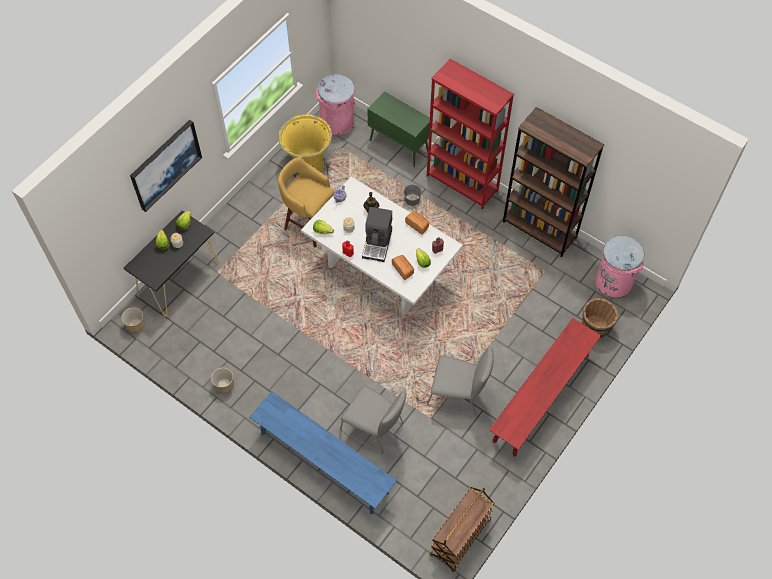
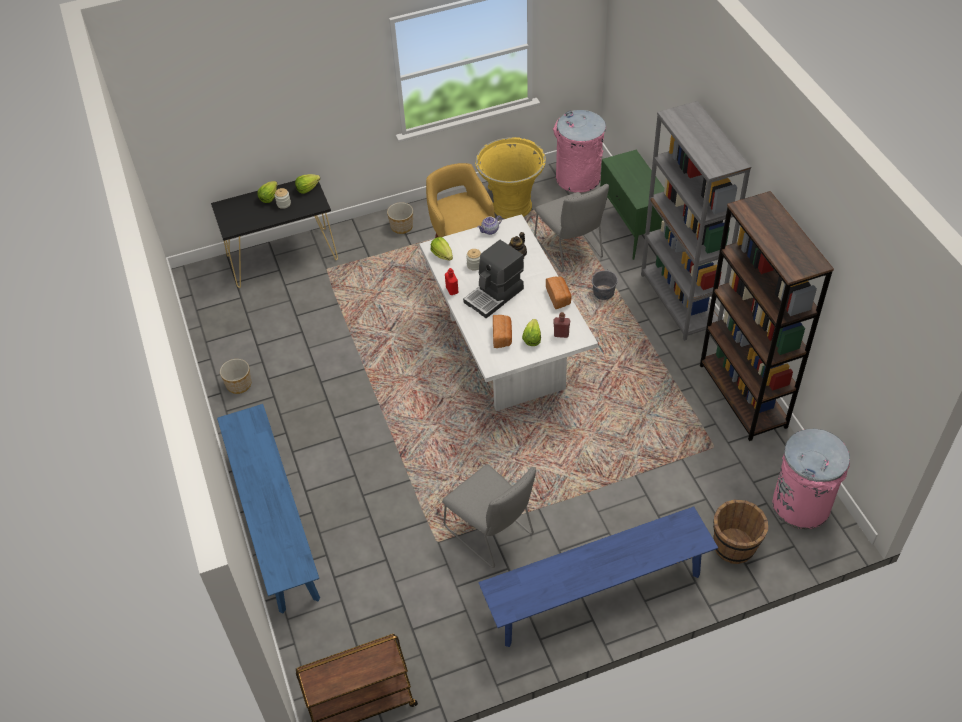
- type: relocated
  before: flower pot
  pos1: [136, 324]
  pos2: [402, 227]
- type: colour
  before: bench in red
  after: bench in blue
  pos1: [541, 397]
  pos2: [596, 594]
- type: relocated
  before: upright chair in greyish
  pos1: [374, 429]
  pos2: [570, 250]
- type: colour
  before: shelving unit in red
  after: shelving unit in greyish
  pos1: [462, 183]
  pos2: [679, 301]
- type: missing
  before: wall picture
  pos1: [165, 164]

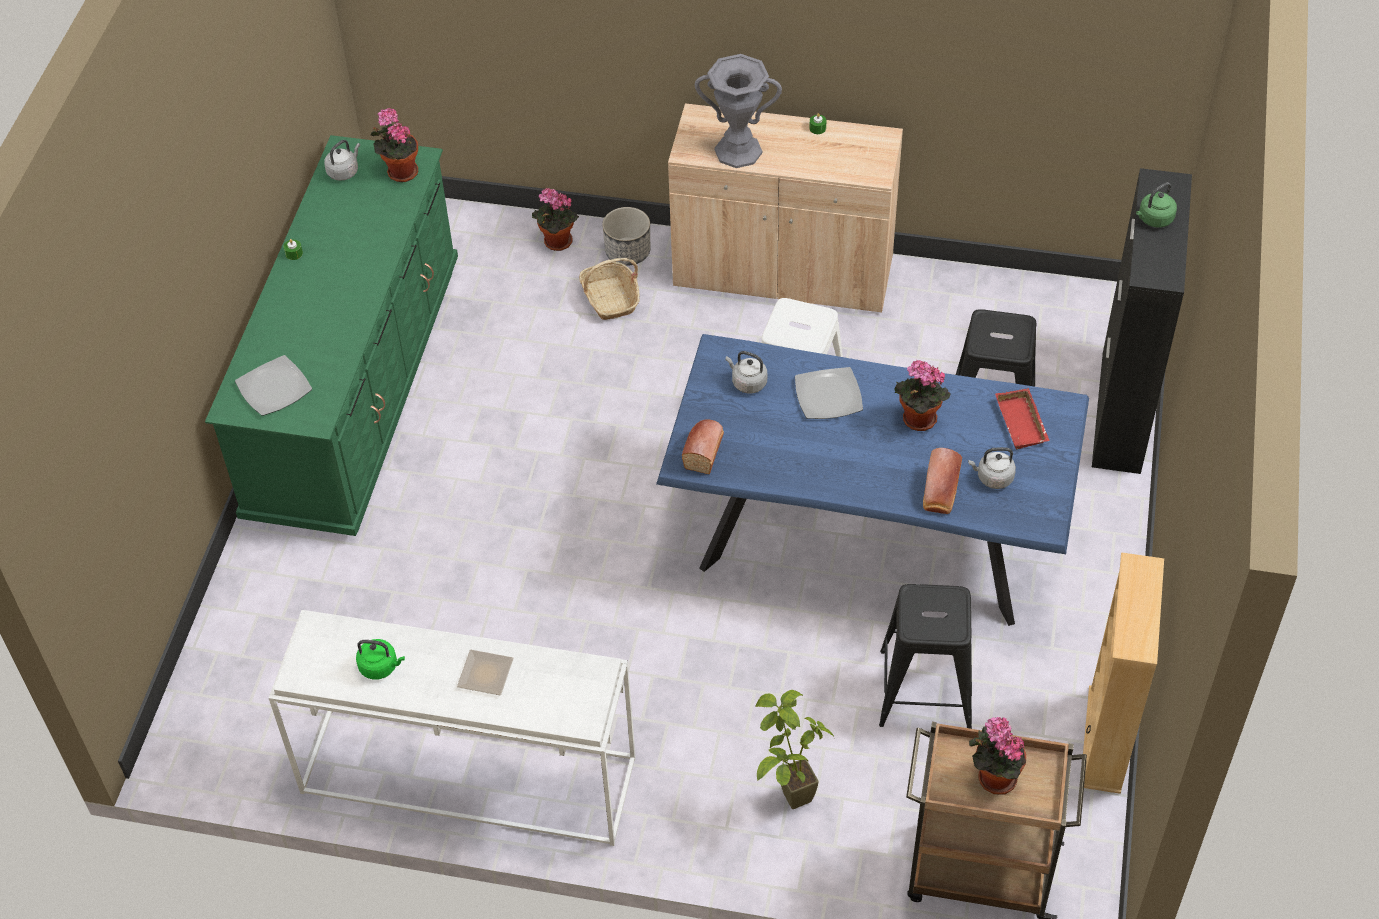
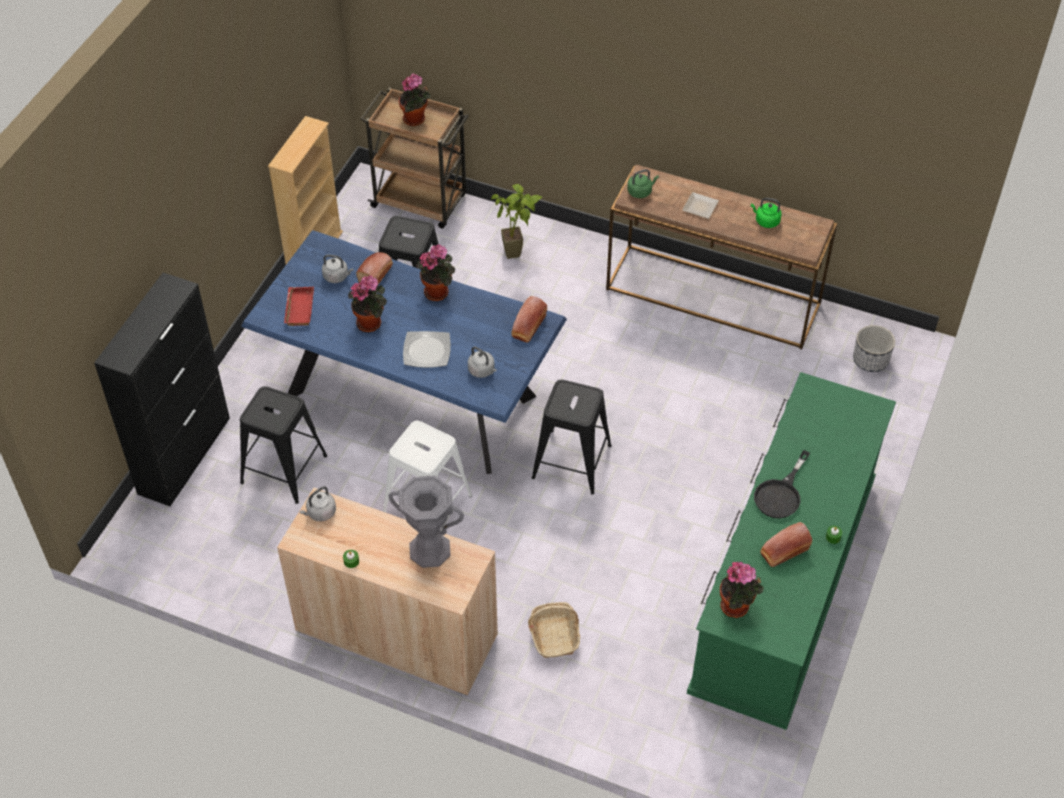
- type: relocated
  before: kettle in greyish
  pos1: [344, 171]
  pos2: [320, 513]
- type: relocated
  before: plant in a pot
  pos1: [556, 243]
  pos2: [438, 291]
- type: appeared
  after: stool in black-coloured
  pos2: [571, 461]
- type: colour
  before: console table in white-coloured
  after: console table in brown
  pos1: [466, 777]
  pos2: [714, 296]
- type: relocated
  before: kettle in green
  pos1: [1154, 219]
  pos2: [640, 192]
- type: appeared
  after: skillet in black-coloured
  pos2: [781, 494]
- type: appeared
  after: baked bread
  pos2: [783, 551]
- type: relocated
  before: flower pot
  pos1: [627, 252]
  pos2: [870, 360]
- type: missing
  before: flat dish
  pos1: [273, 388]

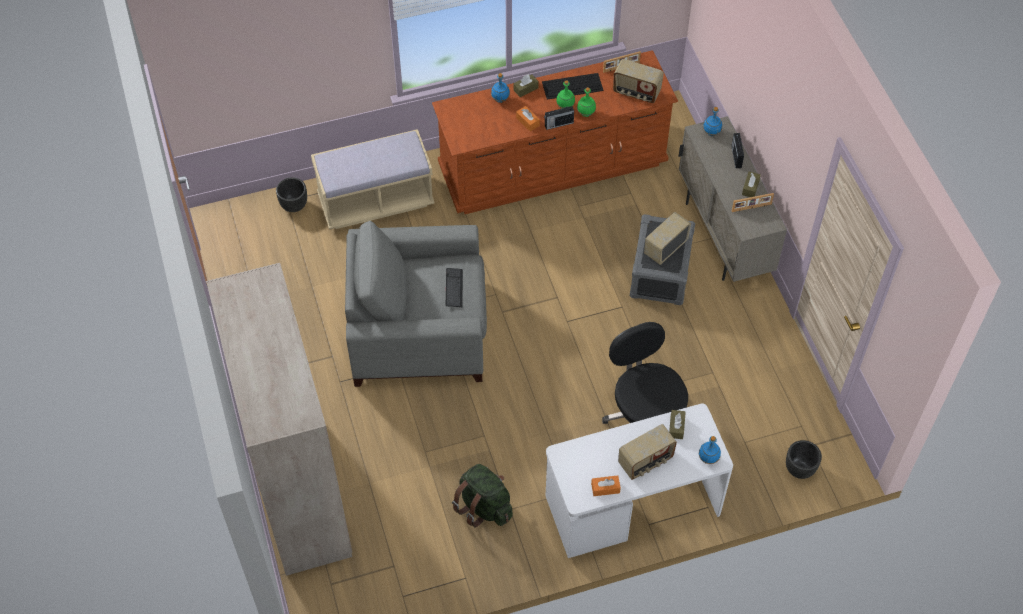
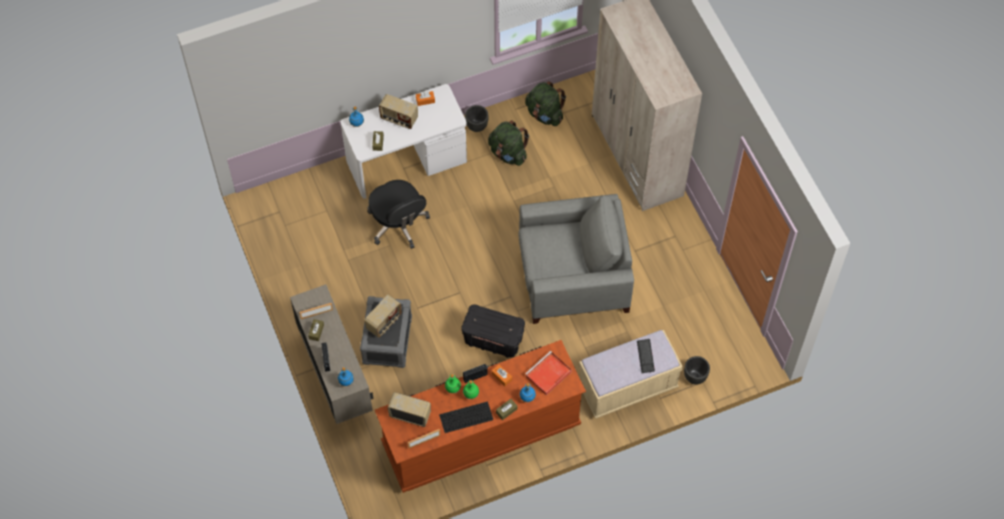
- type: spun
  before: radio
  pos1: [645, 461]
  pos2: [399, 119]
  turn: -120
- type: appeared
  after: storage box in black-coloured
  pos2: [493, 340]
- type: relocated
  before: flower pot in black-coloured
  pos1: [799, 469]
  pos2: [477, 126]
- type: appeared
  after: knapsack in green
  pos2: [545, 114]
- type: appeared
  after: carrying tray in red
  pos2: [548, 374]
- type: relocated
  before: keyboard
  pos1: [454, 288]
  pos2: [645, 356]

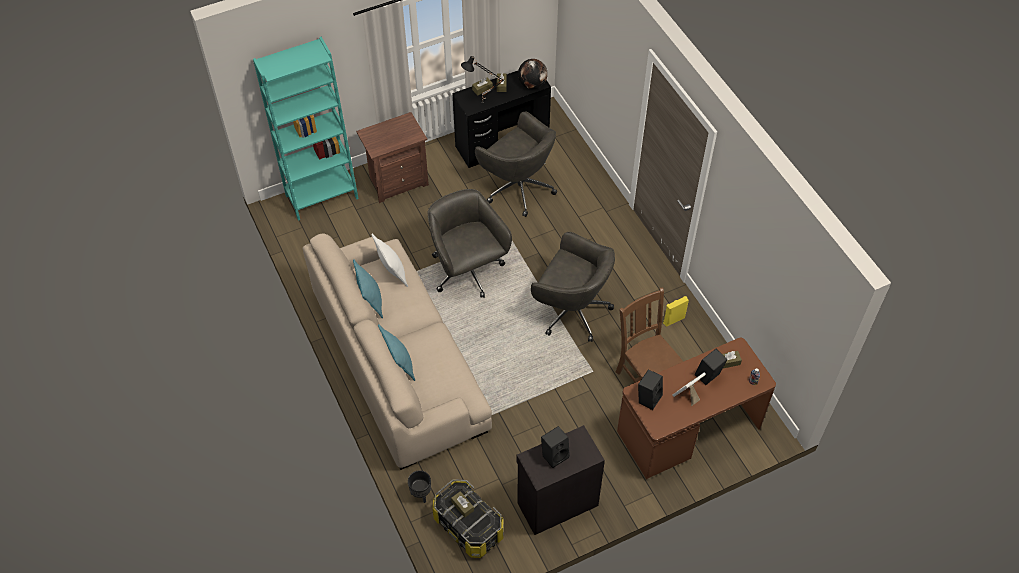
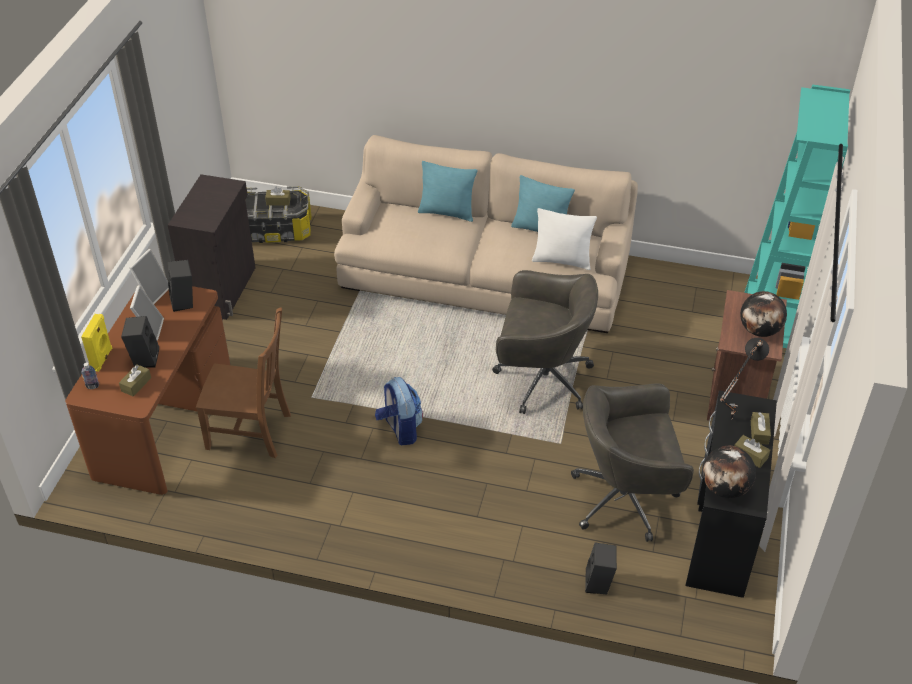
- type: relocated
  before: audio speaker in yellowish
  pos1: [673, 319]
  pos2: [102, 359]
- type: appeared
  after: standing frame
  pos2: [152, 293]
- type: exchanged
  before: desk chair in greyish
  after: knapsack
  pos1: [571, 310]
  pos2: [400, 429]
- type: relocated
  before: audio speaker in black-coloured
  pos1: [555, 454]
  pos2: [599, 583]
- type: appeared
  after: world globe
  pos2: [759, 330]
- type: missing
  before: flower pot in black-coloured
  pos1: [420, 494]

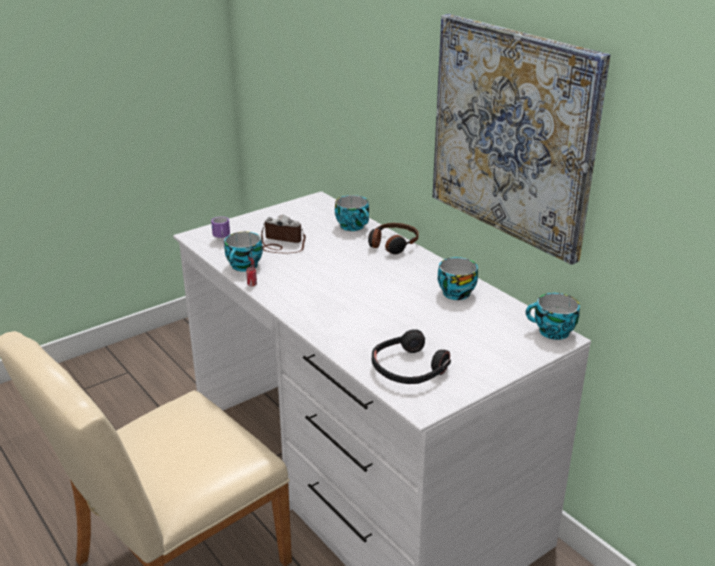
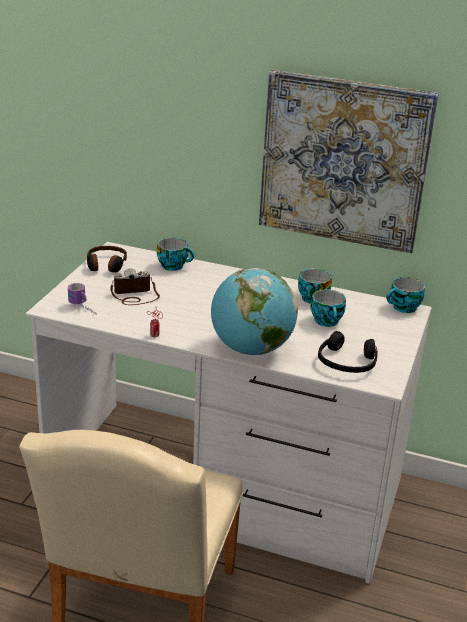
- type: relocated
  before: headphones
  pos1: [392, 245]
  pos2: [106, 265]
- type: appeared
  after: world globe
  pos2: [251, 349]
- type: relocated
  before: cup
  pos1: [244, 266]
  pos2: [327, 321]

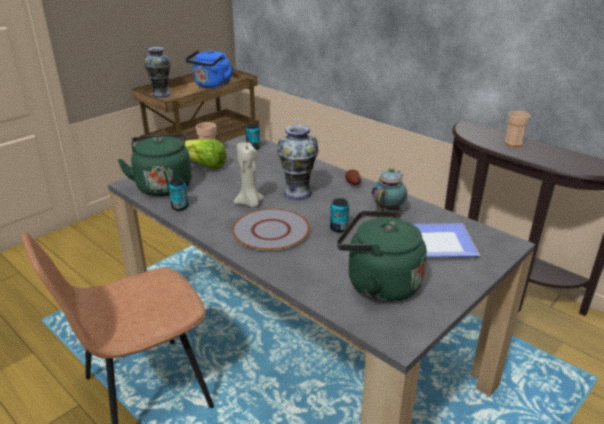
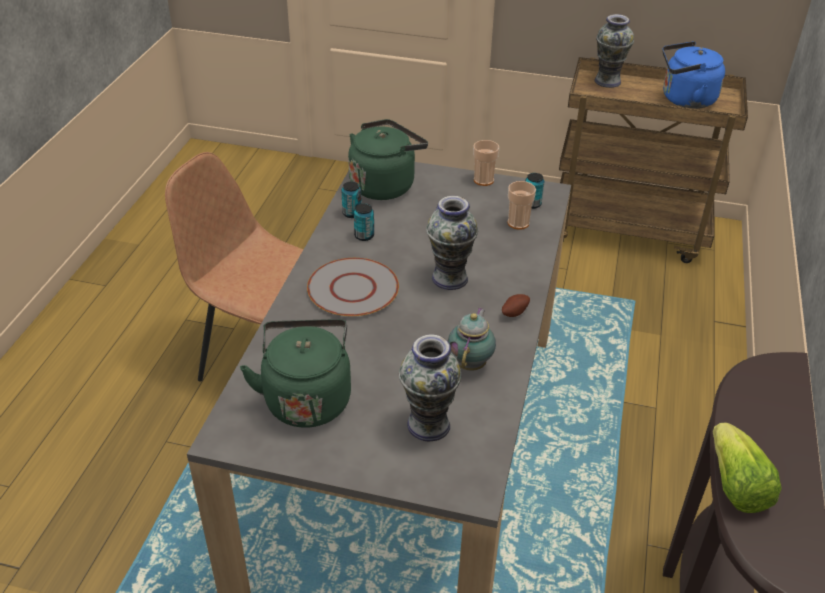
- type: relocated
  before: sealed can
  pos1: [338, 228]
  pos2: [364, 236]
- type: exchanged
  before: flat dish
  after: vase
  pos1: [438, 242]
  pos2: [429, 424]
- type: spun
  before: tea pot
  pos1: [388, 210]
  pos2: [471, 363]
  turn: -75
- type: relocated
  before: cup
  pos1: [513, 143]
  pos2: [518, 223]
- type: relocated
  before: head of lettuce
  pos1: [204, 166]
  pos2: [735, 485]
- type: missing
  before: wax candle in beige-coloured
  pos1: [250, 203]

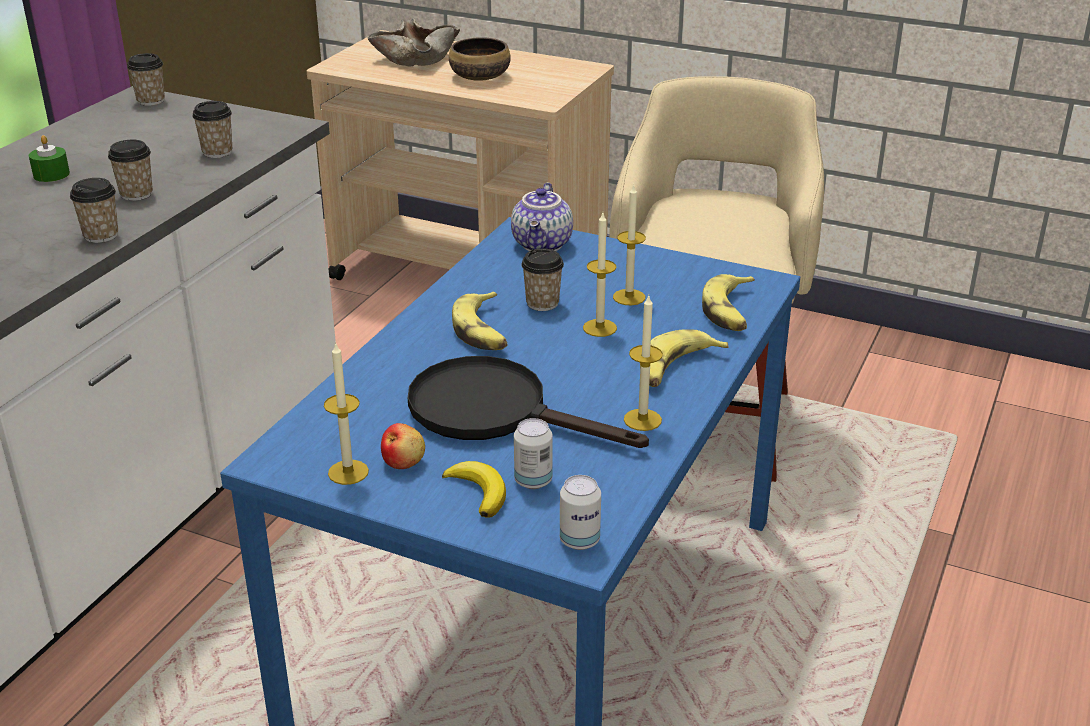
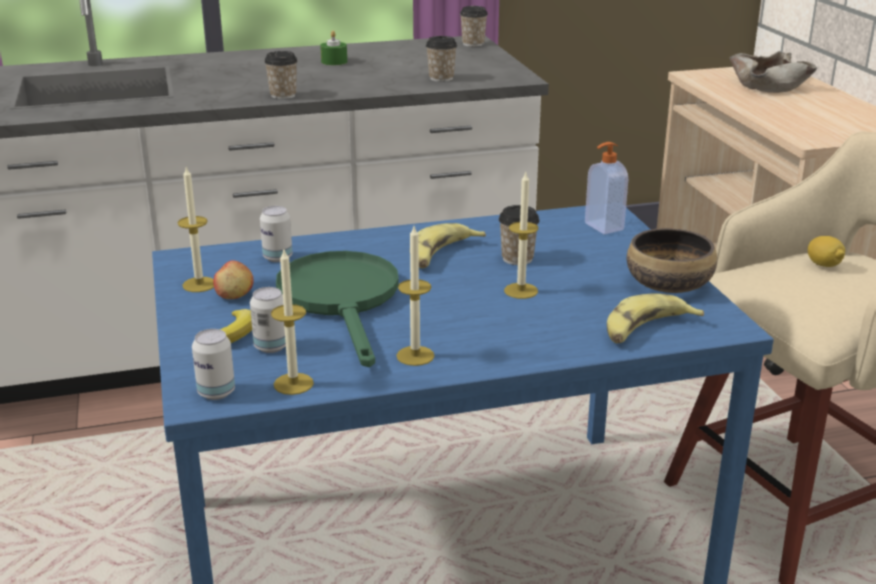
- type: appeared
  after: sealed can
  pos2: [277, 257]
- type: relocated
  before: wax candle
  pos1: [629, 297]
  pos2: [293, 384]
- type: colour
  before: skillet in black-coloured
  after: skillet in green
  pos1: [496, 411]
  pos2: [342, 300]
- type: exchanged
  before: tea pot
  after: liquid soap bottle
  pos1: [543, 245]
  pos2: [603, 227]
- type: relocated
  before: serving bowl
  pos1: [480, 76]
  pos2: [669, 284]
- type: appeared
  after: lemon
  pos2: [823, 265]
- type: missing
  before: cup
  pos1: [136, 194]
- type: missing
  before: banana
  pos1: [676, 368]

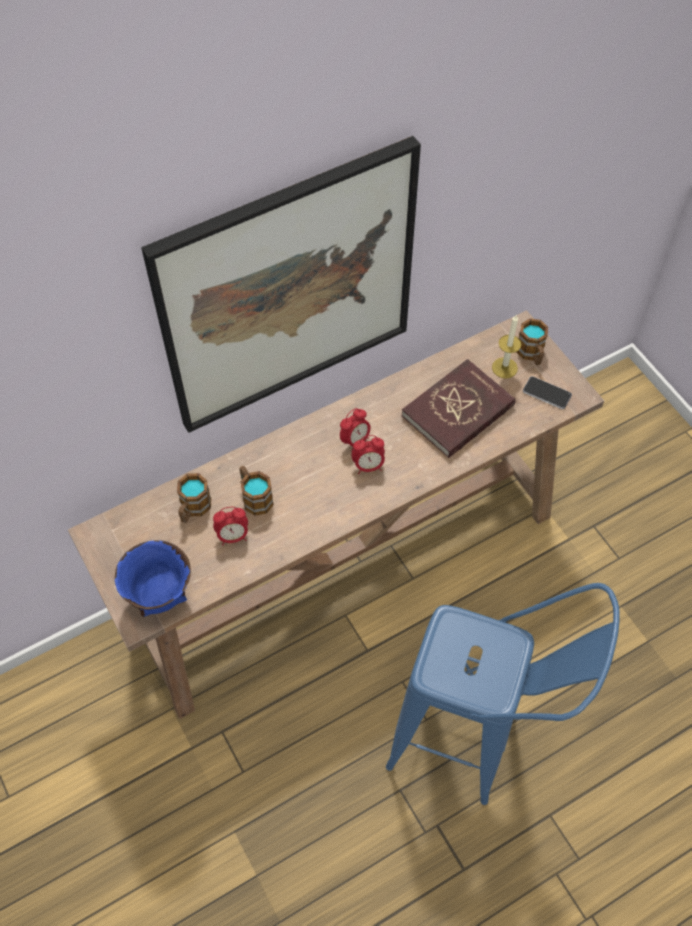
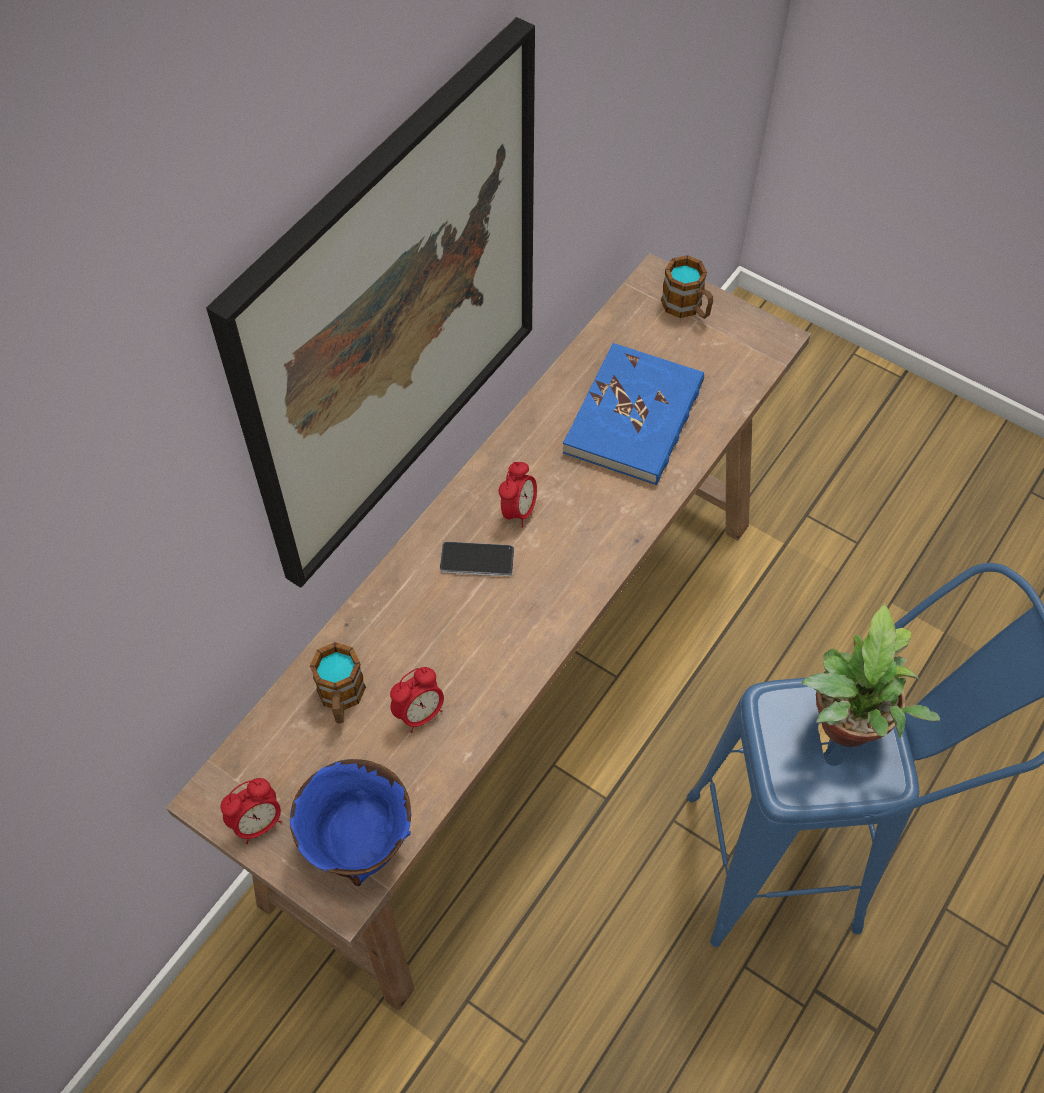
- type: relocated
  before: bedside clock
  pos1: [368, 466]
  pos2: [258, 823]
- type: relocated
  before: telephone
  pos1: [546, 393]
  pos2: [477, 560]
- type: colour
  before: book in red
  after: book in blue
  pos1: [458, 411]
  pos2: [634, 418]
- type: appeared
  after: plant in a pot
  pos2: [846, 730]
- type: missing
  before: tea mug
  pos1: [254, 497]
- type: missing
  before: wax candle
  pos1: [504, 368]

